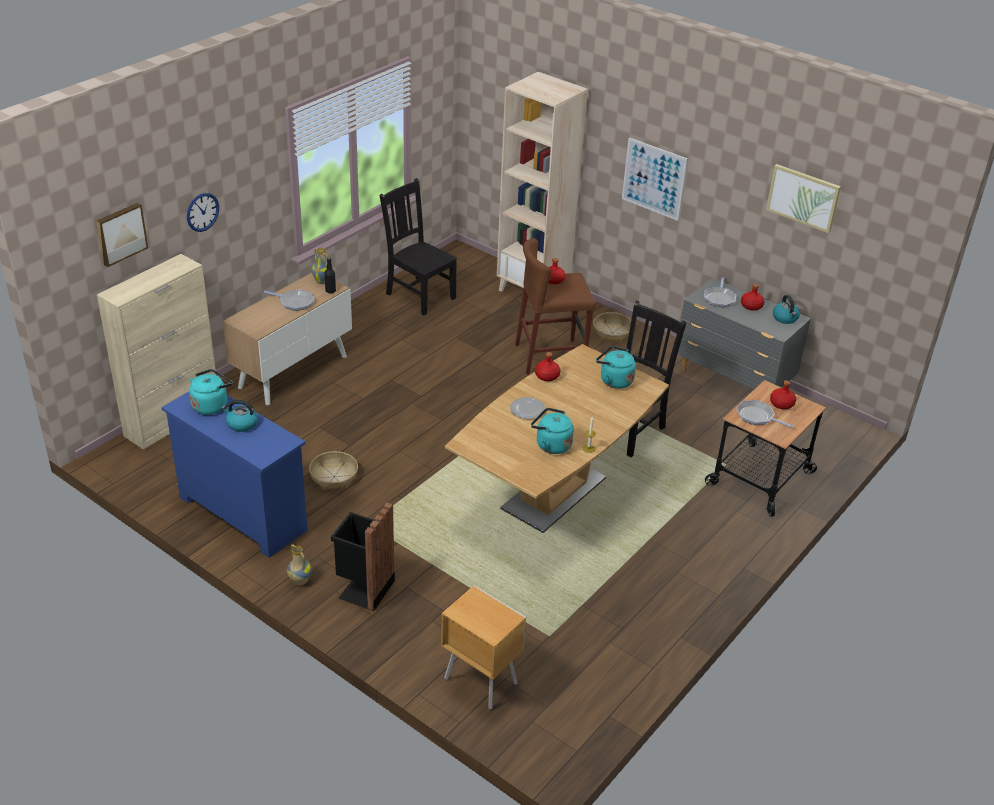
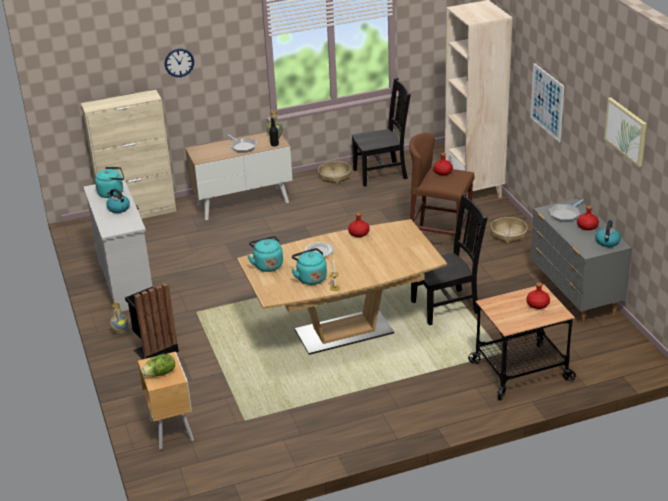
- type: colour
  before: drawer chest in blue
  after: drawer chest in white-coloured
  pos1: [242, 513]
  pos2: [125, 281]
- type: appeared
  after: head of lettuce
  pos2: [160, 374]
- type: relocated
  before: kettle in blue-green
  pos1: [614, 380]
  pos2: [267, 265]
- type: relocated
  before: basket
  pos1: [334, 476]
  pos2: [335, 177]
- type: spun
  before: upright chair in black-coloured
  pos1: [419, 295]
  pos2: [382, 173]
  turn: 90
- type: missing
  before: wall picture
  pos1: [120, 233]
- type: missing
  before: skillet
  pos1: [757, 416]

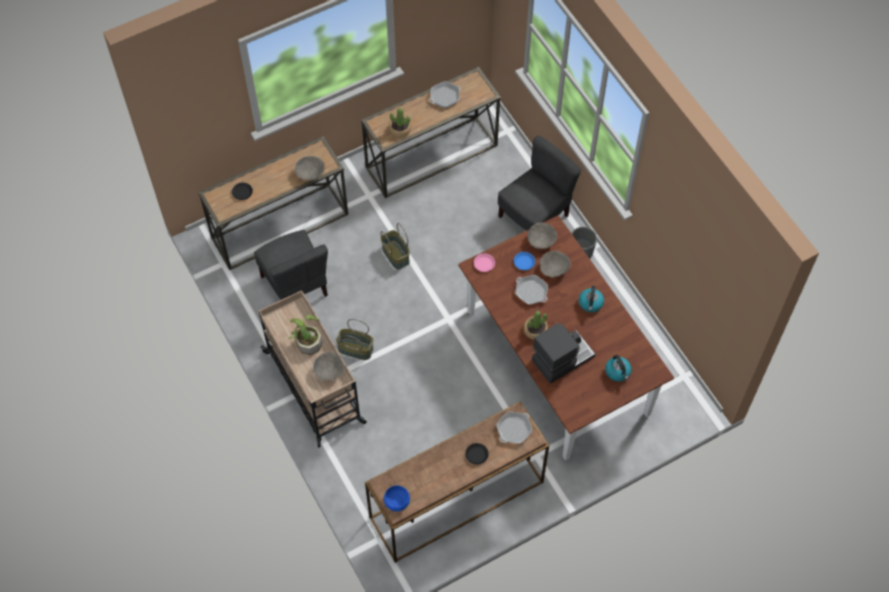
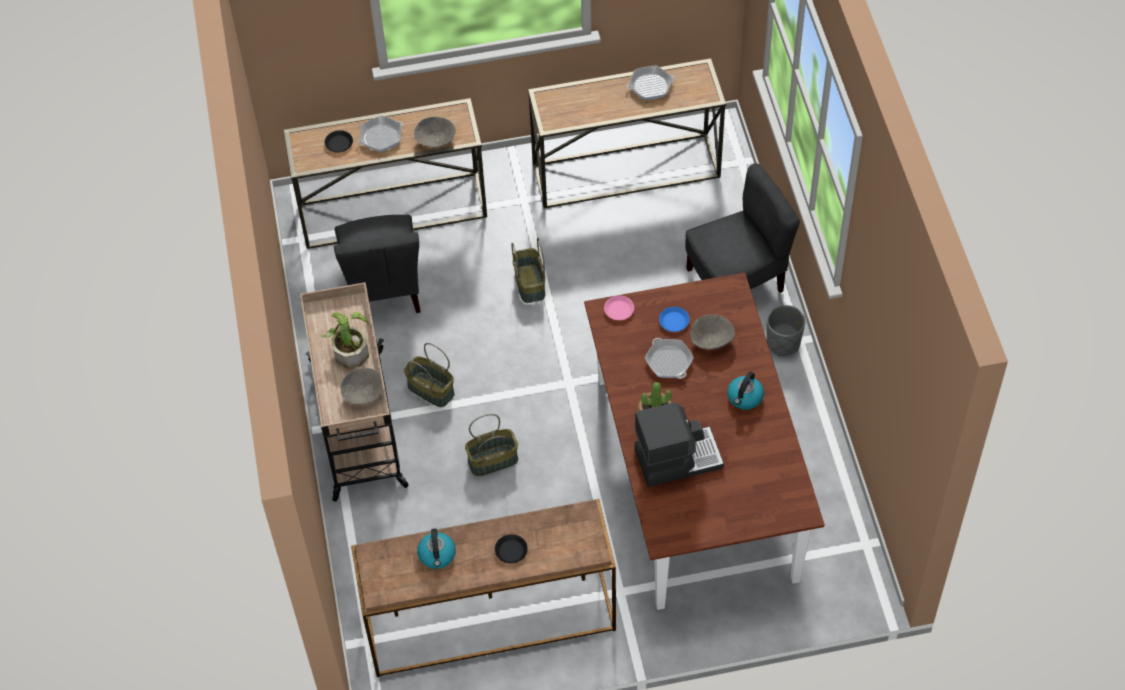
- type: relocated
  before: skillet
  pos1: [514, 429]
  pos2: [381, 137]
- type: relocated
  before: kettle
  pos1: [618, 372]
  pos2: [437, 555]
- type: appeared
  after: basket
  pos2: [493, 459]
- type: missing
  before: serving bowl in blue
  pos1: [397, 501]
- type: missing
  before: plant in a pot
  pos1: [400, 129]
- type: missing
  before: serving bowl in greyish
  pos1: [541, 240]

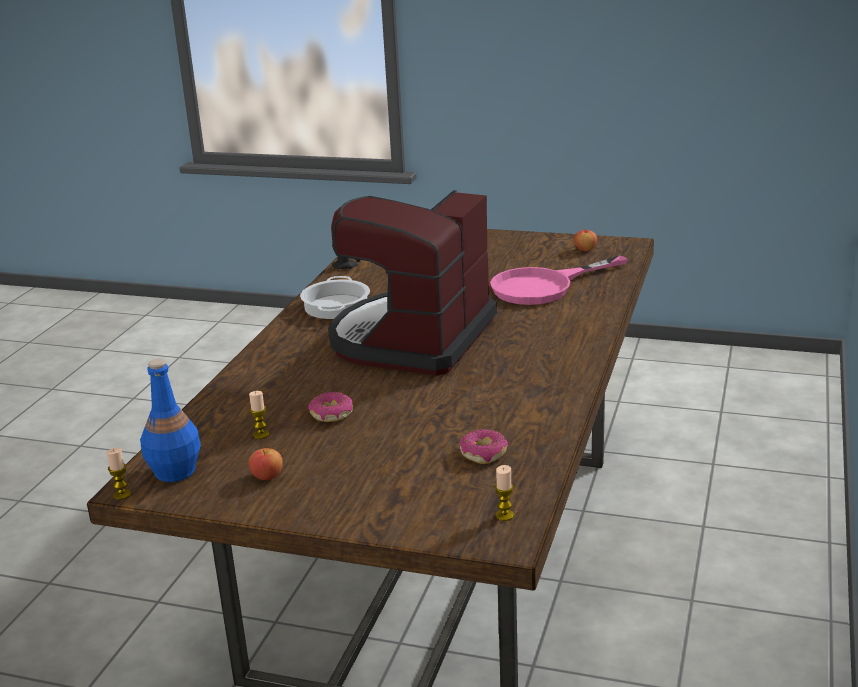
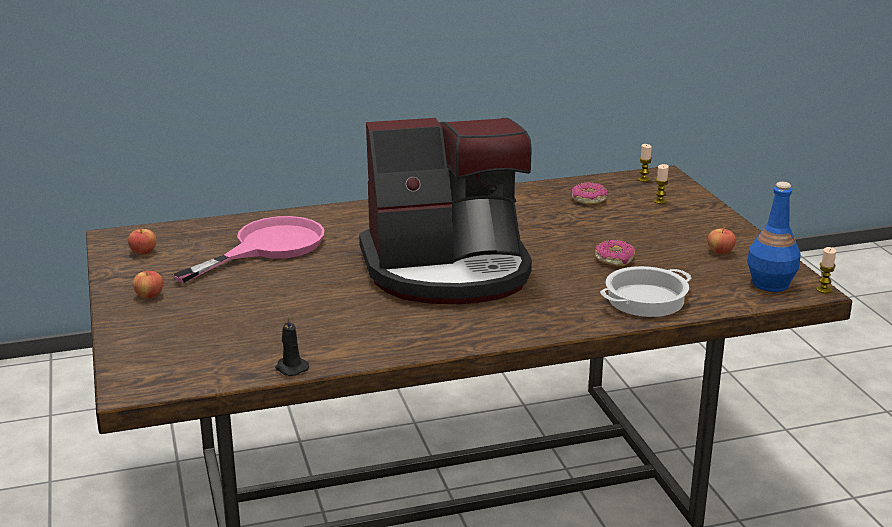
- type: appeared
  after: apple fruit
  pos2: [149, 295]
- type: spun
  before: skillet in pink-coloured
  pos1: [544, 286]
  pos2: [267, 247]
  turn: -75
- type: relocated
  before: saucepot
  pos1: [337, 306]
  pos2: [645, 299]
- type: relocated
  before: wax candle
  pos1: [261, 434]
  pos2: [660, 201]

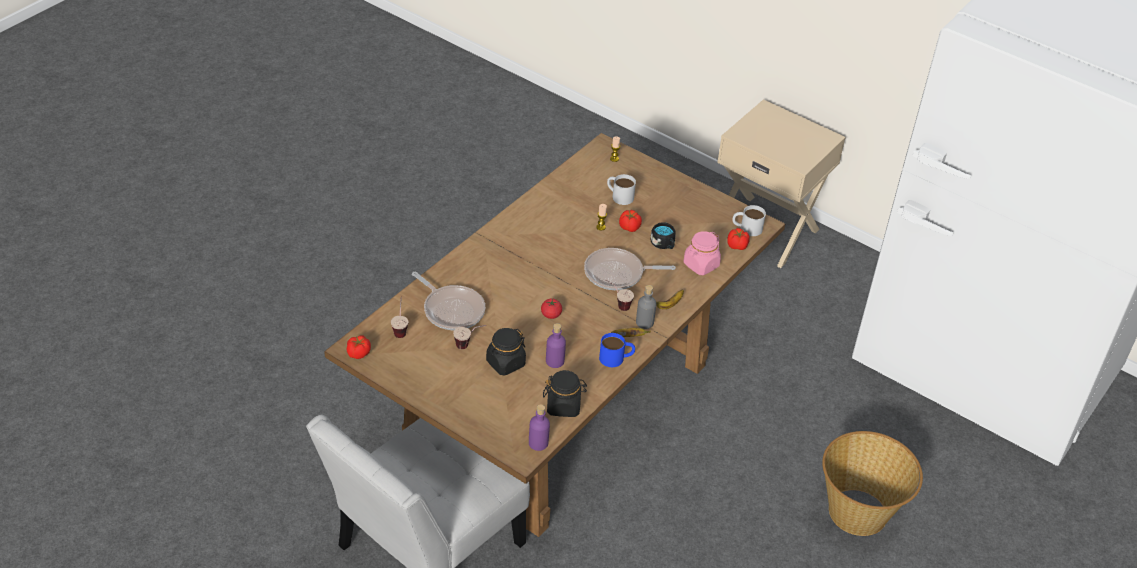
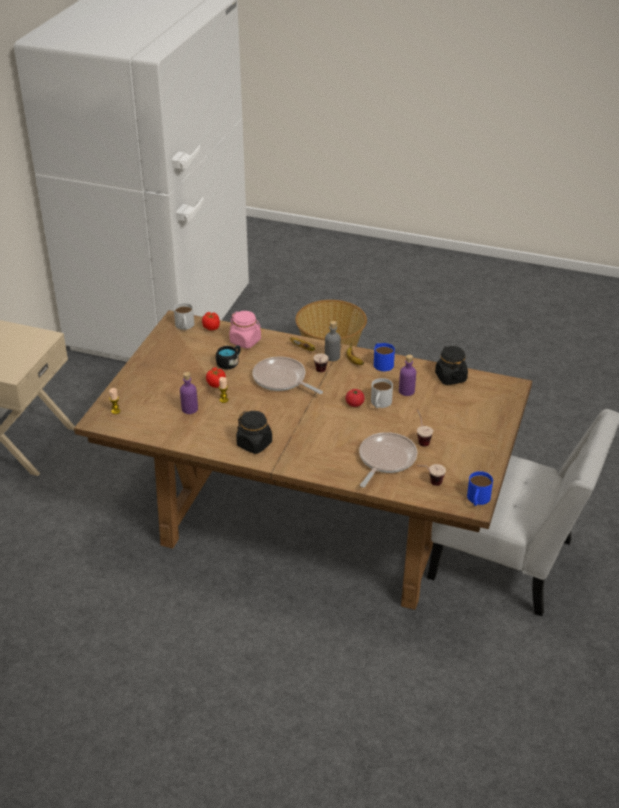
- type: relocated
  before: beverage bottle in purplish
  pos1: [538, 443]
  pos2: [189, 409]
- type: relocated
  before: storage jar in black-coloured
  pos1: [505, 363]
  pos2: [254, 444]
- type: spun
  before: skillet
  pos1: [617, 274]
  pos2: [282, 380]
  turn: 150
- type: relocated
  before: tea mug in white-coloured
  pos1: [619, 195]
  pos2: [380, 404]
- type: exchanged
  before: fresh tomato
  after: tea mug in blue
  pos1: [358, 354]
  pos2: [477, 500]

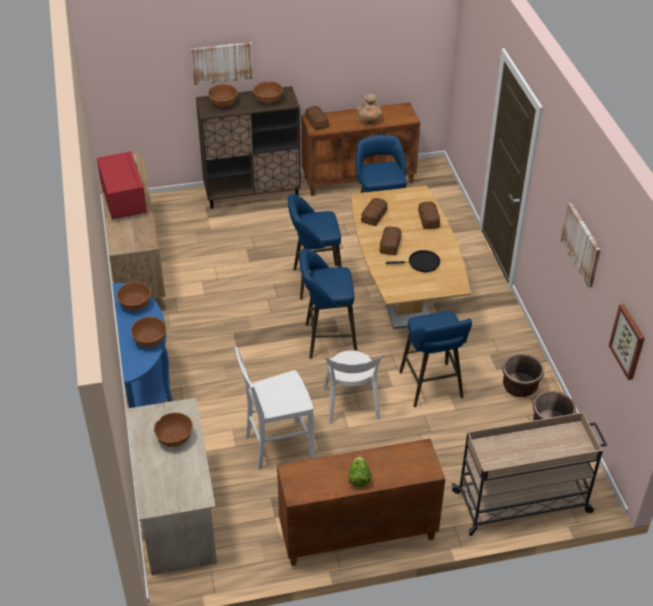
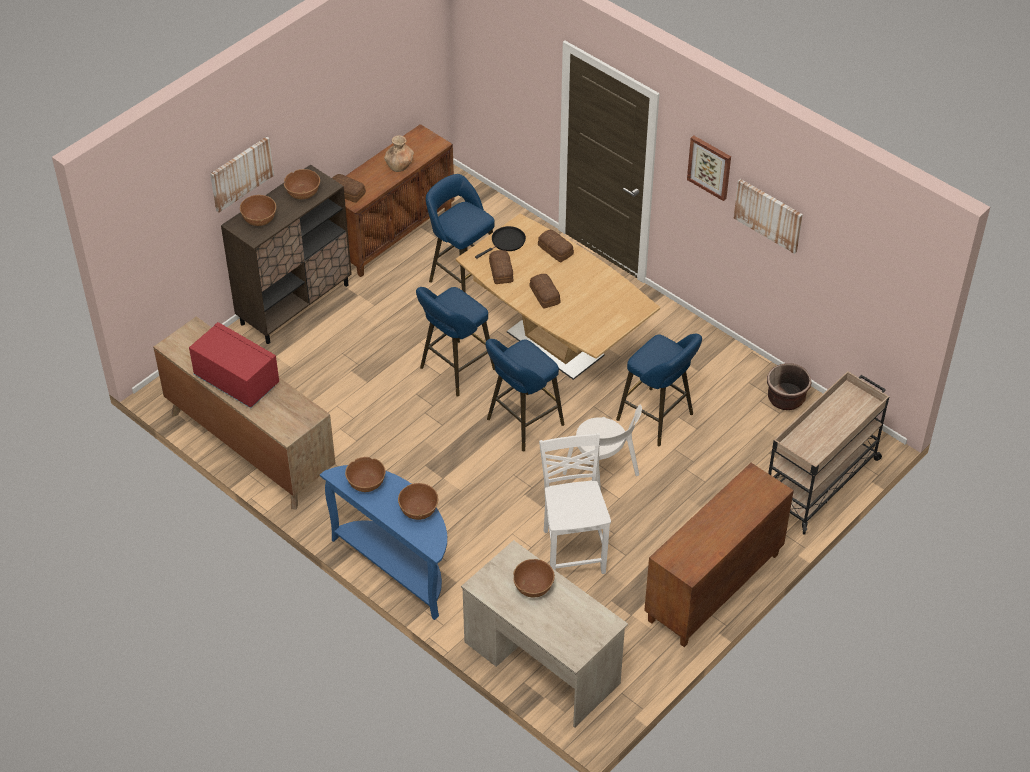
- type: relocated
  before: skillet in black-coloured
  pos1: [421, 263]
  pos2: [506, 242]
- type: spun
  before: upright chair in white-coloured
  pos1: [277, 446]
  pos2: [572, 550]
  turn: 135
- type: relocated
  before: wall picture
  pos1: [628, 341]
  pos2: [710, 167]
- type: missing
  before: head of lettuce
  pos1: [359, 478]
- type: missing
  before: flower pot in brown
  pos1: [520, 387]

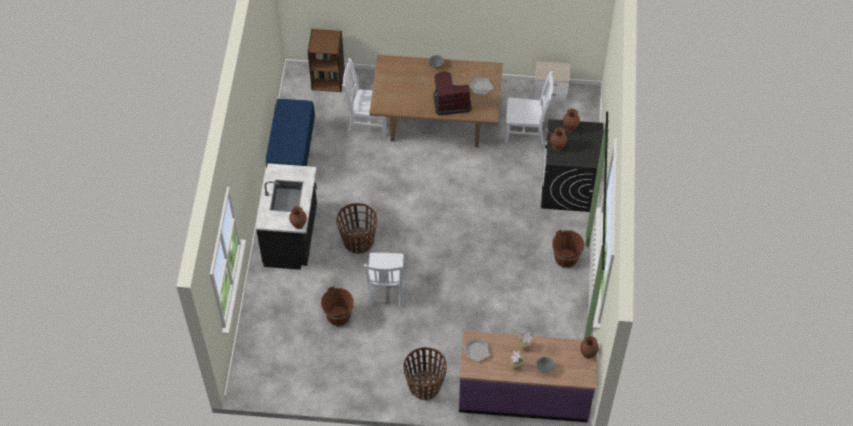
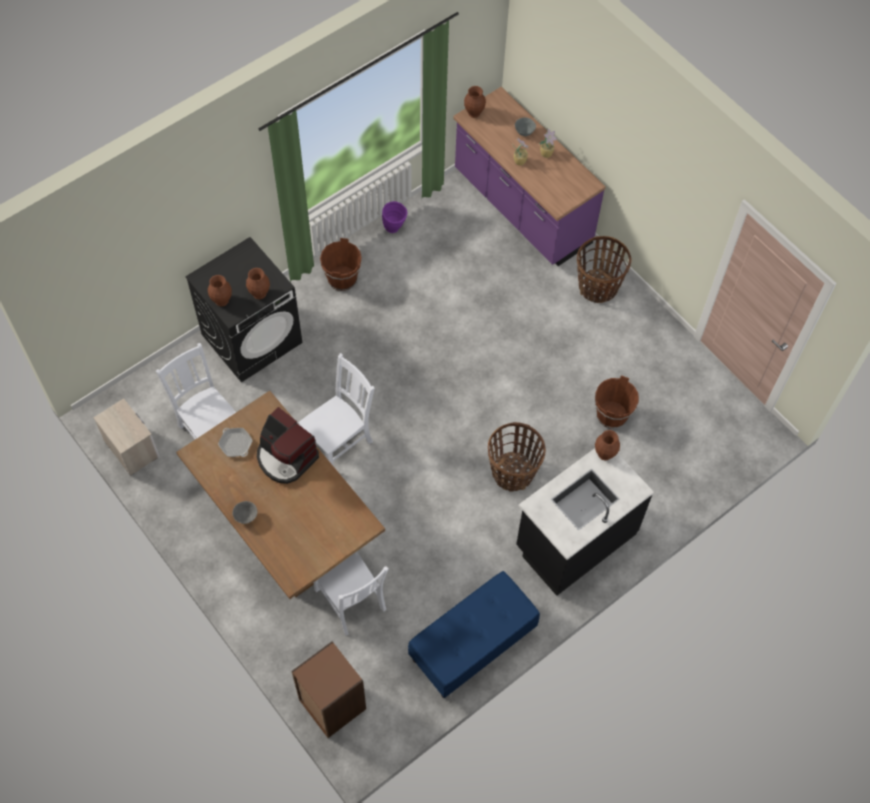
- type: relocated
  before: upright chair in white-coloured
  pos1: [386, 290]
  pos2: [339, 441]
- type: appeared
  after: vase in purplish
  pos2: [395, 228]
- type: missing
  before: skillet
  pos1: [476, 351]

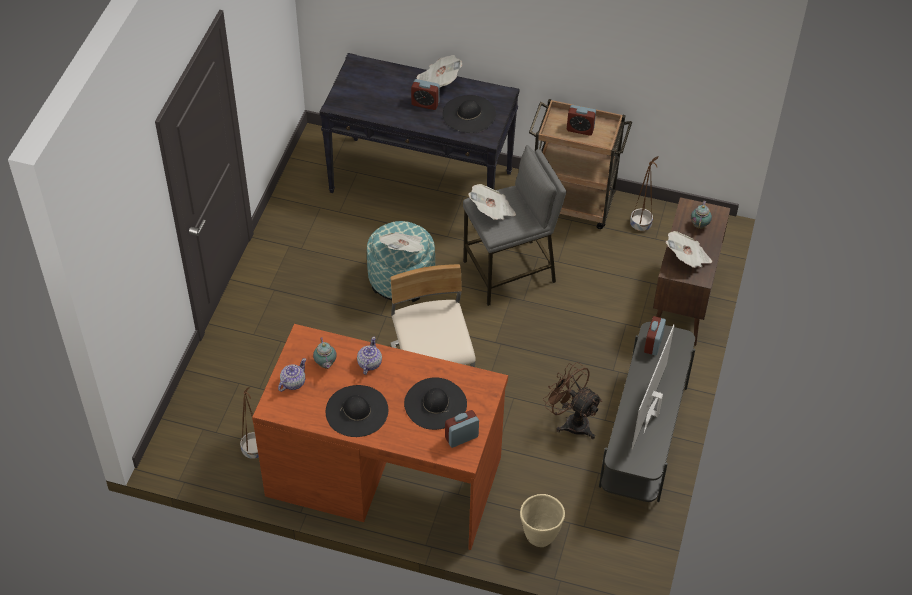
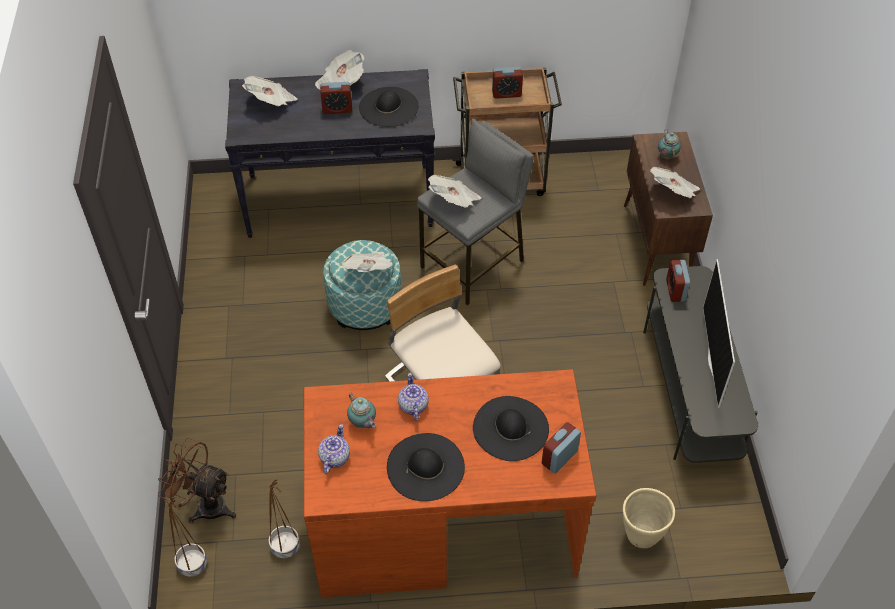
- type: relocated
  before: electric fan in brown
  pos1: [571, 421]
  pos2: [205, 505]
- type: relocated
  before: flower pot in brown
  pos1: [641, 224]
  pos2: [193, 564]
- type: appeared
  after: newspaper
  pos2: [271, 101]

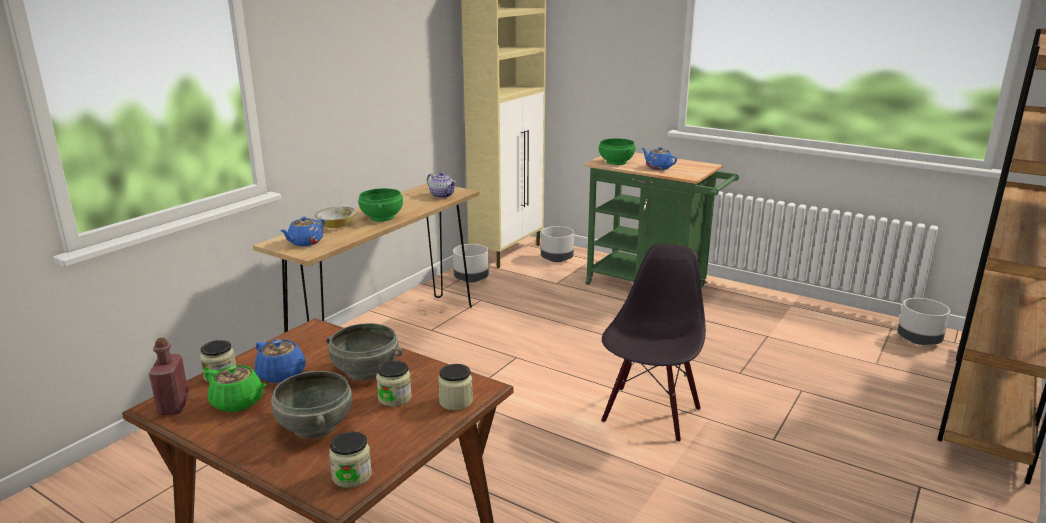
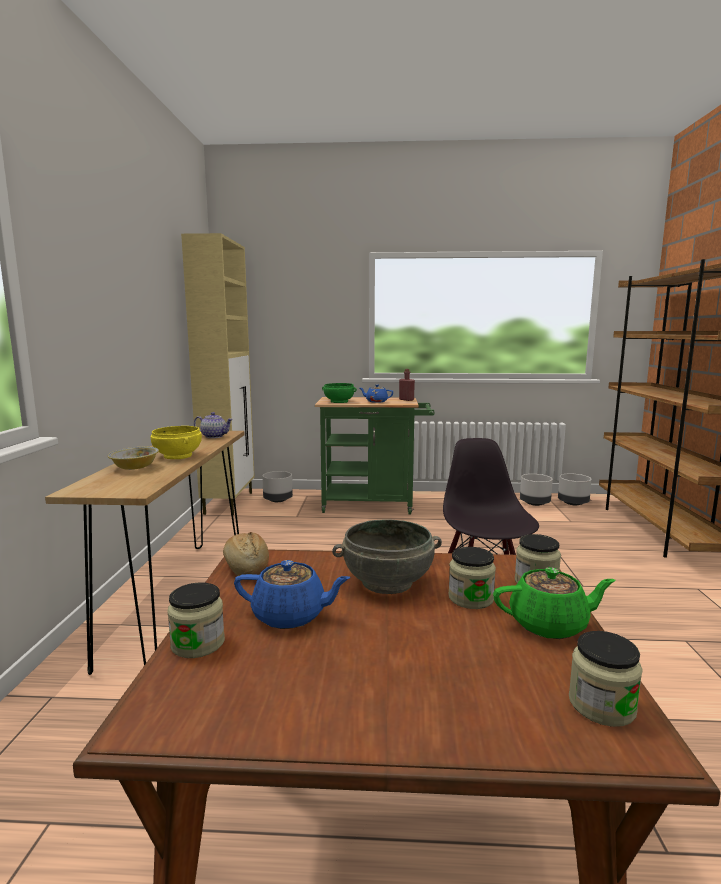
- type: colour
  before: serving bowl in green
  after: serving bowl in yellowish
  pos1: [382, 217]
  pos2: [178, 456]
- type: appeared
  after: baked bread
  pos2: [246, 568]
- type: relocated
  before: beverage bottle in red
  pos1: [174, 406]
  pos2: [406, 400]
- type: relocated
  before: tea pot in green
  pos1: [238, 403]
  pos2: [550, 624]
- type: relocated
  before: flower pot in greyish
  pos1: [471, 279]
  pos2: [534, 503]
- type: missing
  before: serving bowl in greyish
  pos1: [314, 426]
- type: missing
  before: tea pot in blue
  pos1: [305, 243]

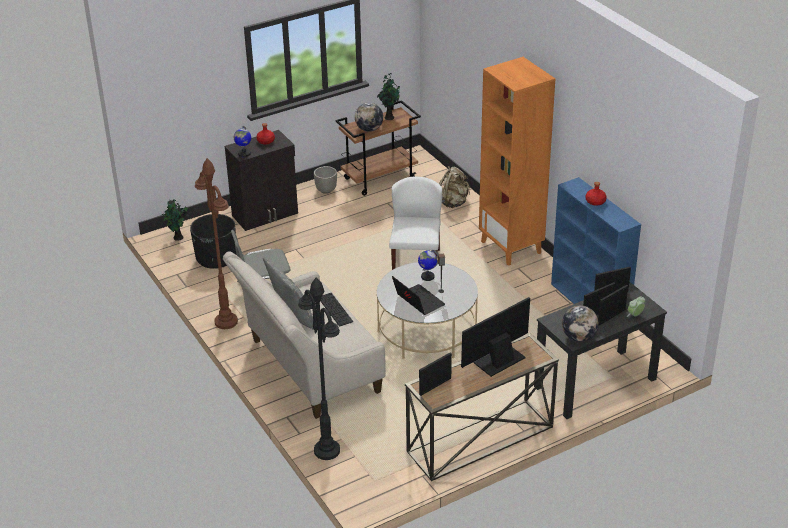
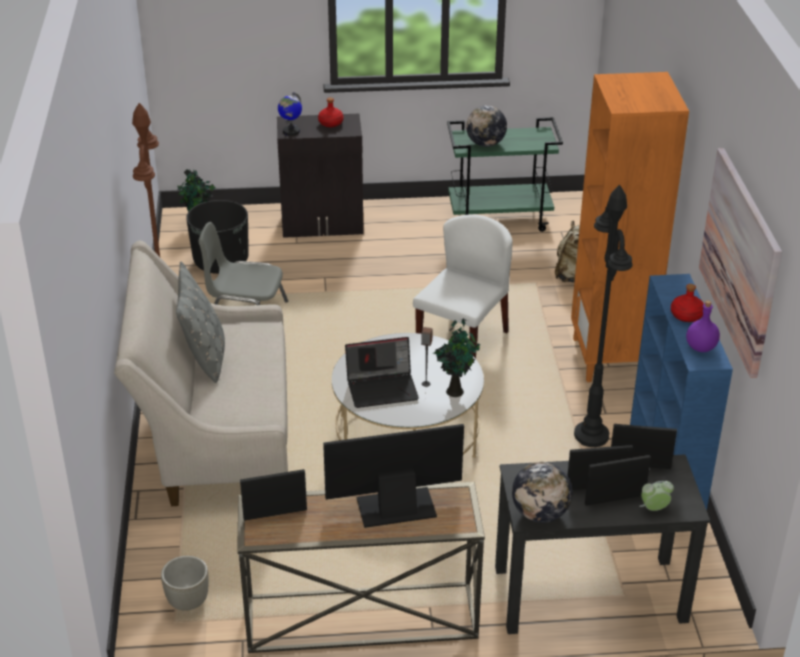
- type: relocated
  before: flower pot in greyish
  pos1: [326, 190]
  pos2: [188, 601]
- type: spun
  before: notebook computer
  pos1: [417, 301]
  pos2: [383, 388]
  turn: 90
- type: relocated
  before: plant in a pot
  pos1: [389, 117]
  pos2: [455, 390]
- type: colour
  before: wheeled cart in brown
  after: wheeled cart in green
  pos1: [380, 178]
  pos2: [500, 219]
- type: relocated
  before: standing lamp in black-coloured
  pos1: [326, 450]
  pos2: [591, 435]
- type: appeared
  after: beverage bottle in purplish
  pos2: [700, 347]
- type: appeared
  after: wall picture
  pos2: [740, 259]
- type: missing
  before: keyboard
  pos1: [335, 309]
- type: missing
  before: world globe
  pos1: [427, 276]

